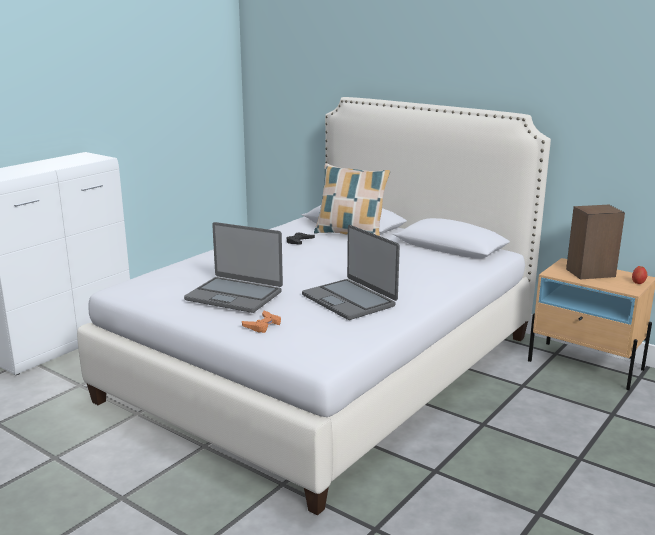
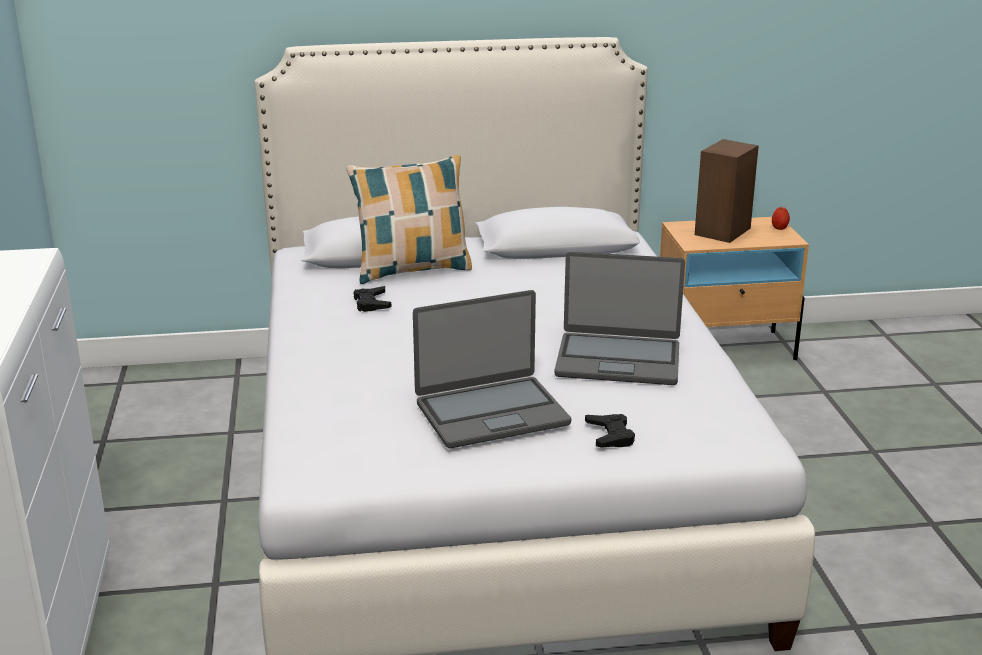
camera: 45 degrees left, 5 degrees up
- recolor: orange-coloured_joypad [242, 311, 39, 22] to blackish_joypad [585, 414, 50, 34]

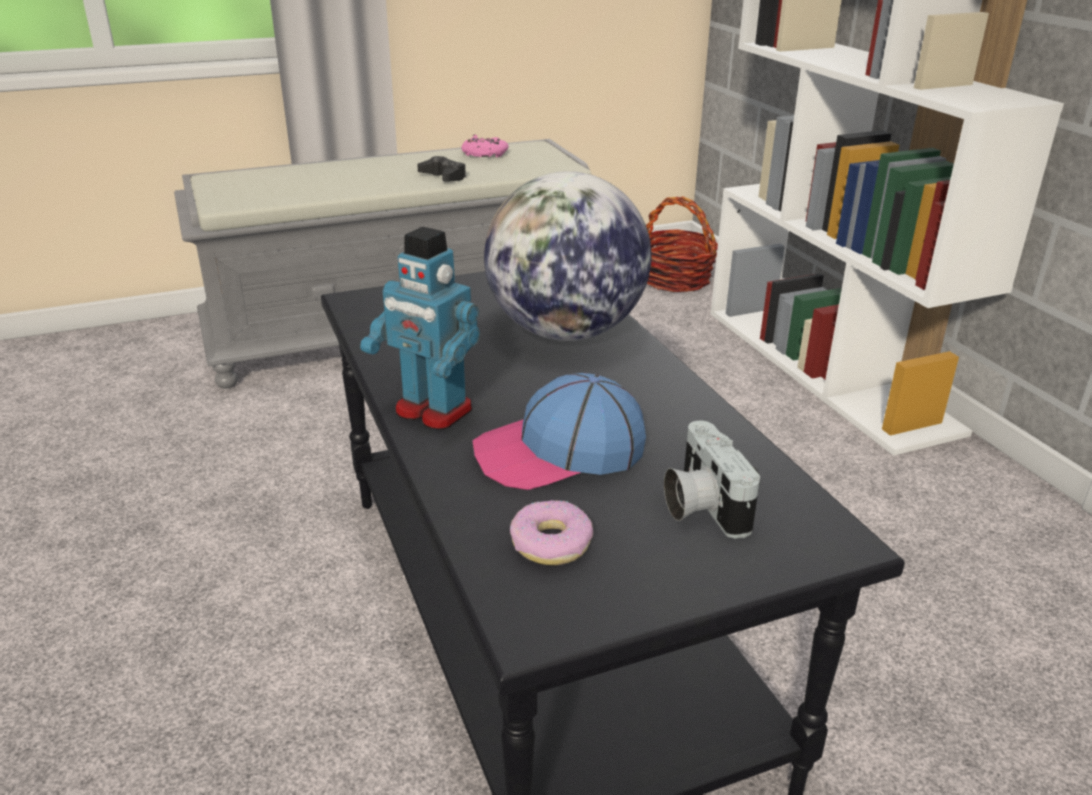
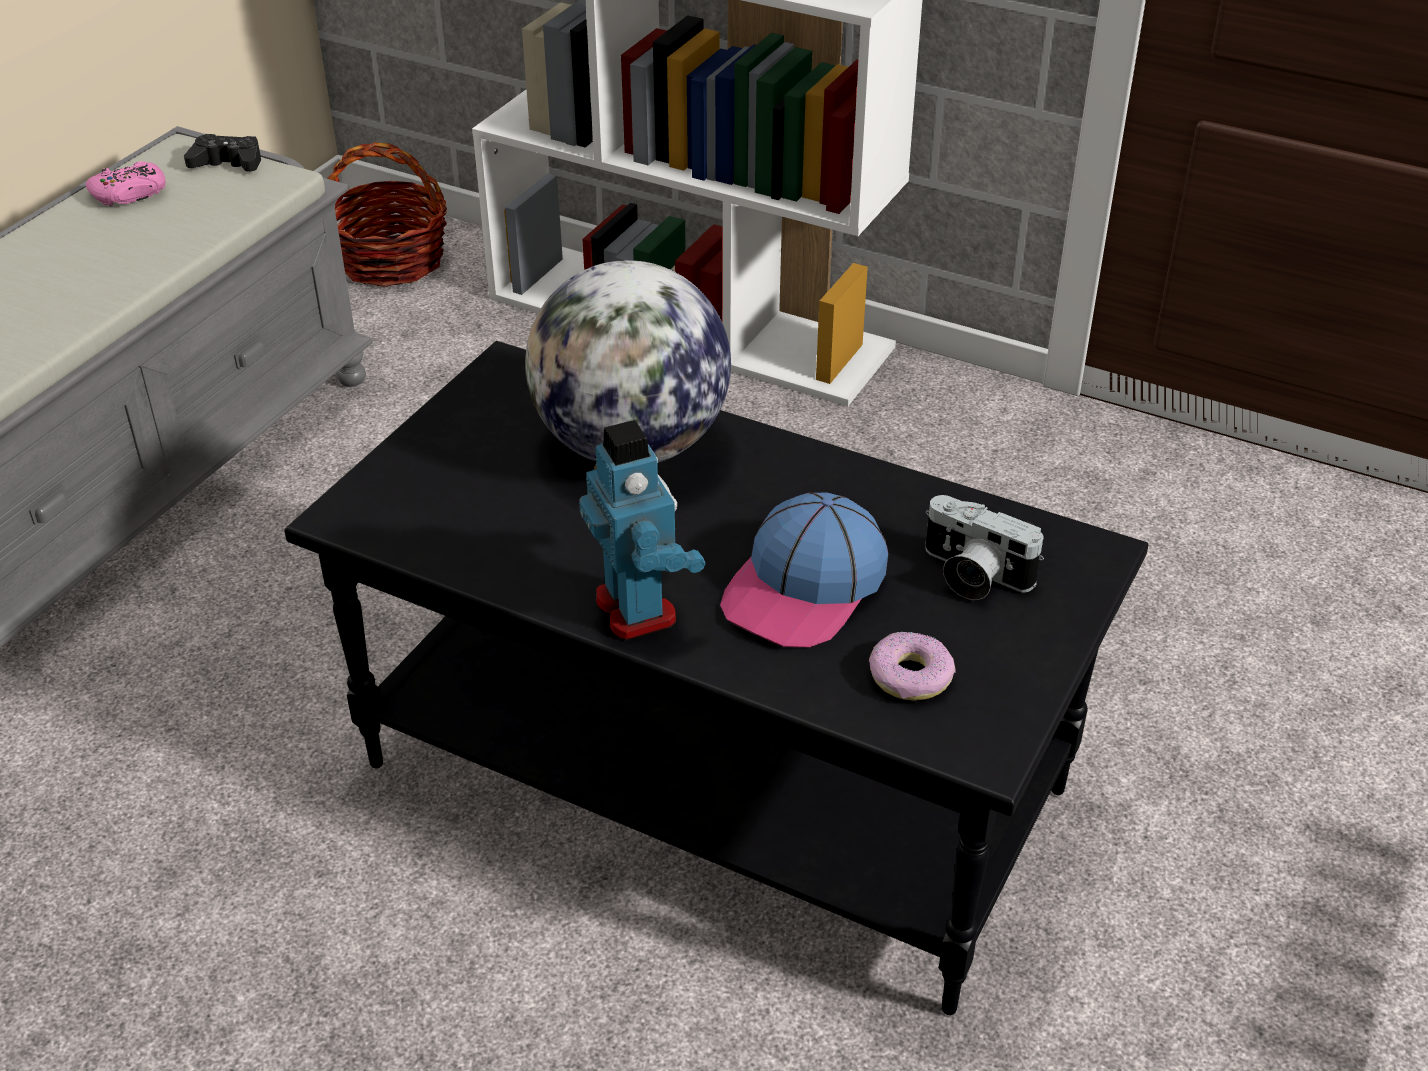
camera: 40 degrees left, 10 degrees up
- move: blackish_joypad [417, 156, 49, 26] to [184, 134, 77, 38]
- rotate: robot_figure [360, 227, 120, 203] = [579, 420, 126, 221] 105 degrees counterclockwise

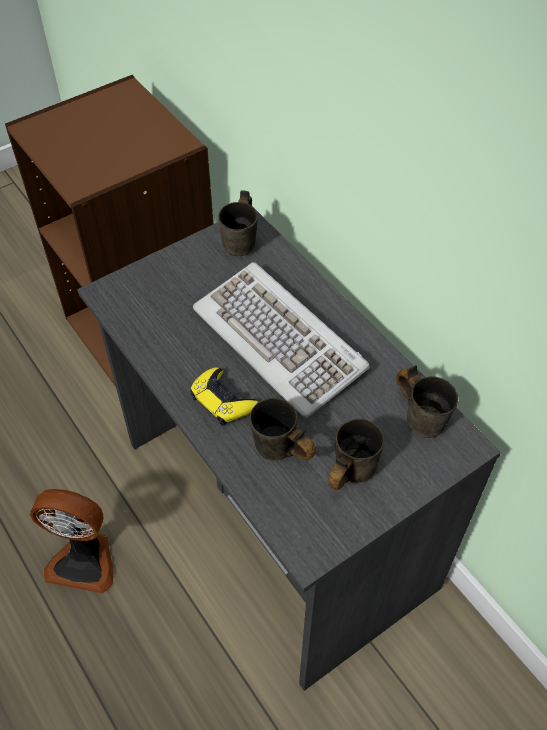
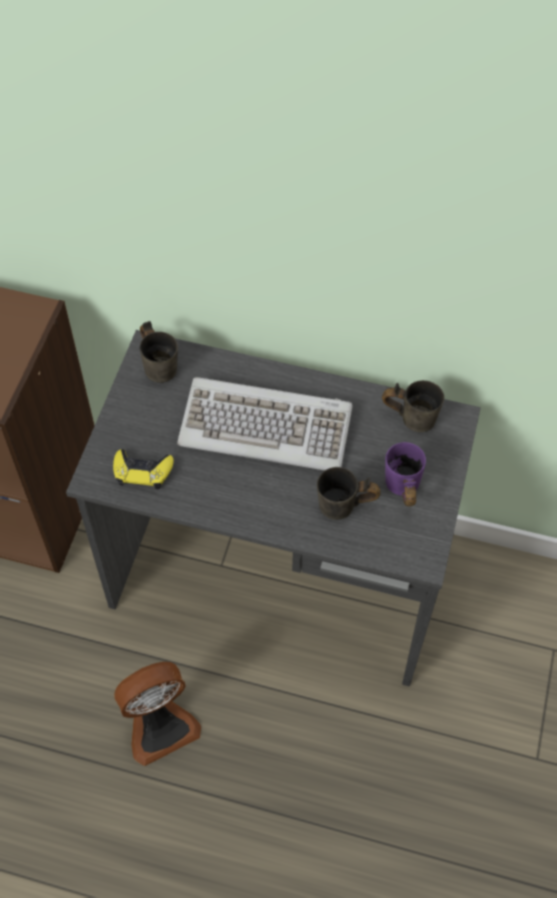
camera: 40 degrees left, 5 degrees up
- move: yellow_joypad [190, 367, 68, 59] to [113, 449, 61, 41]
- recolor: gray_coffee_mug [328, 419, 56, 71] to purplish_coffee_mug [385, 442, 41, 64]

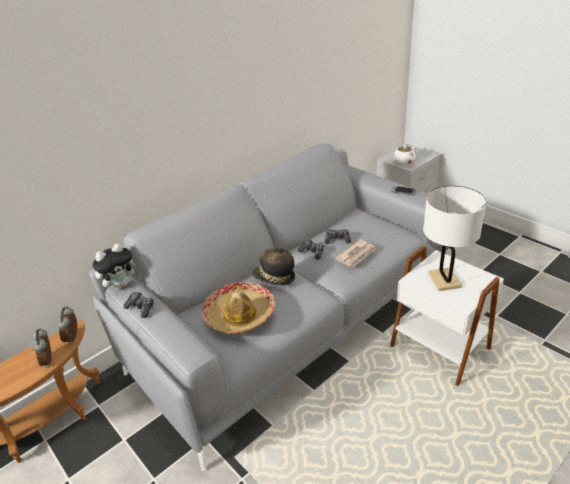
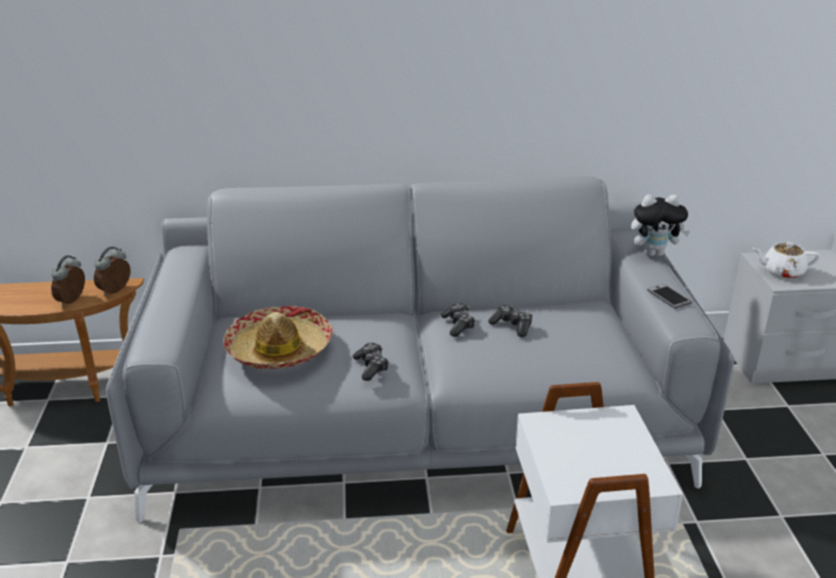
camera: 35 degrees right, 5 degrees down
- move: joypad [123, 292, 31, 26] to [353, 343, 36, 38]
- move: soft_toy [92, 244, 43, 46] to [631, 195, 59, 62]
- delete: clothing_hat [253, 247, 42, 39]
- delete: daily_paper [335, 239, 41, 28]
- delete: whitish_table_lamp [423, 186, 64, 105]

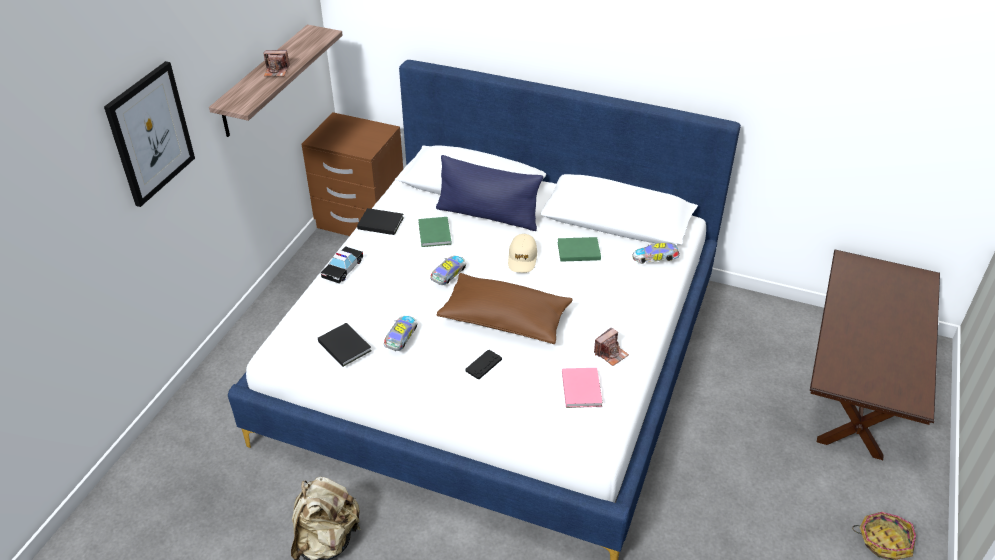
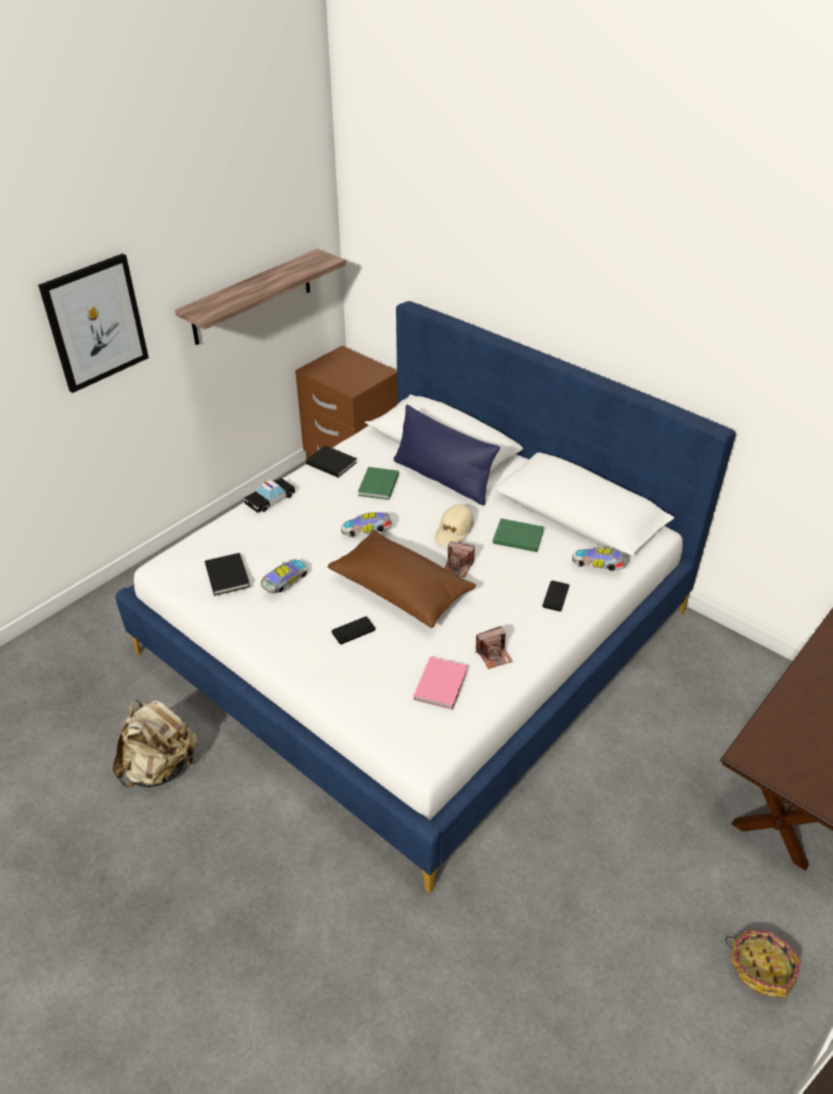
camera: 20 degrees right, 0 degrees up
- rotate: model_car [430, 255, 36, 30] = [341, 512, 51, 25] 150 degrees counterclockwise
- move: still_camera [263, 50, 27, 27] to [444, 541, 31, 37]
- insert: blackish_joypad [542, 580, 27, 31]

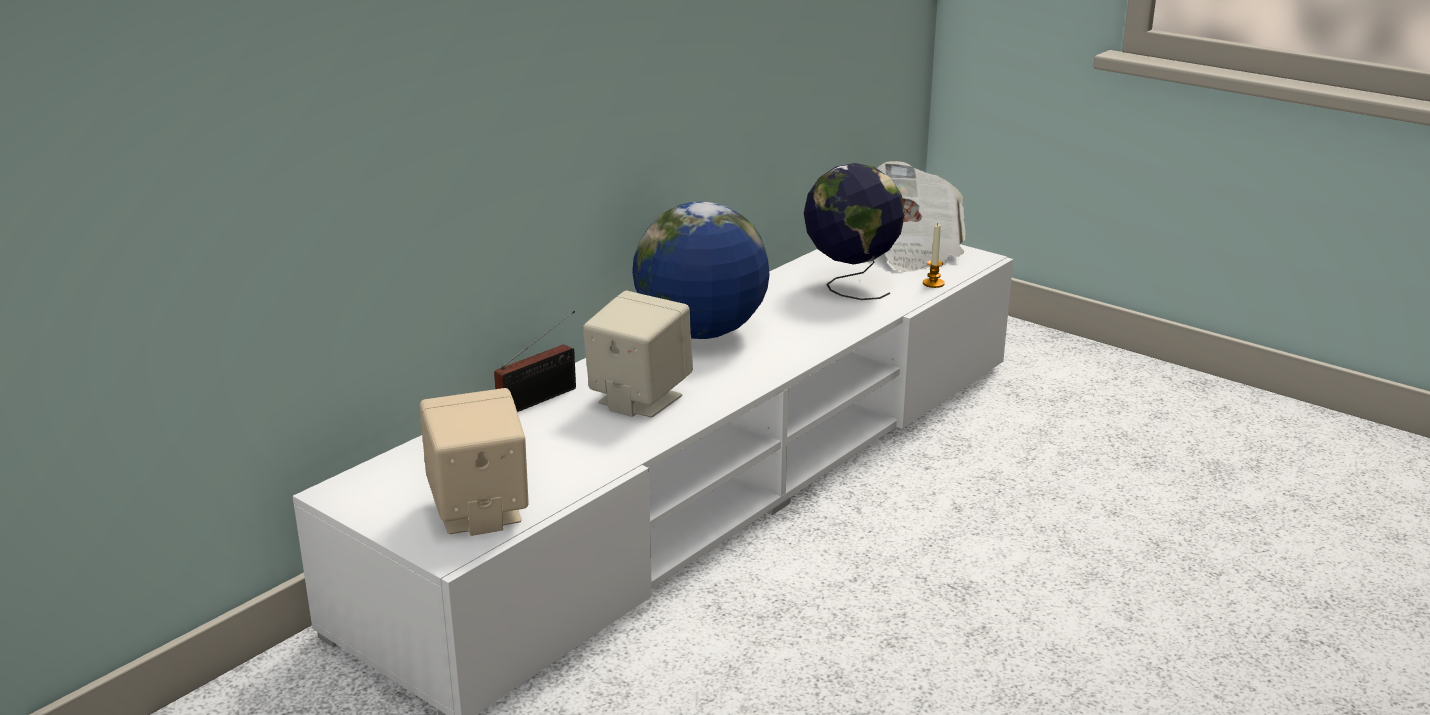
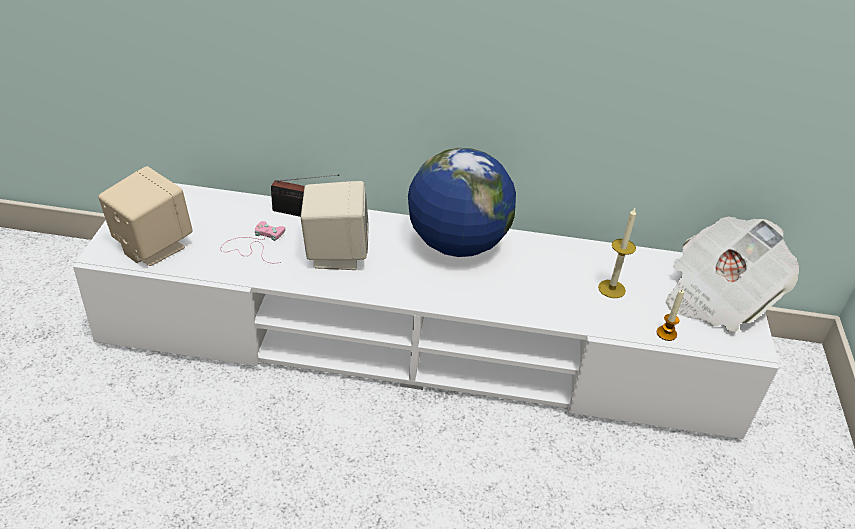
camera: 55 degrees right, 15 degrees up
- insert: pink_joypad [220, 221, 65, 42]
- replace: globe [804, 163, 101, 137] to wax_light [598, 208, 38, 90]

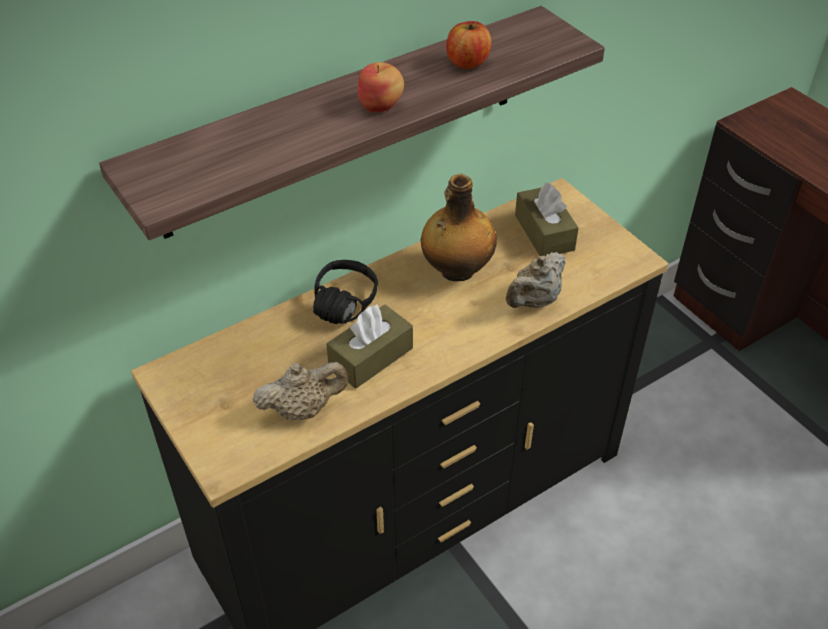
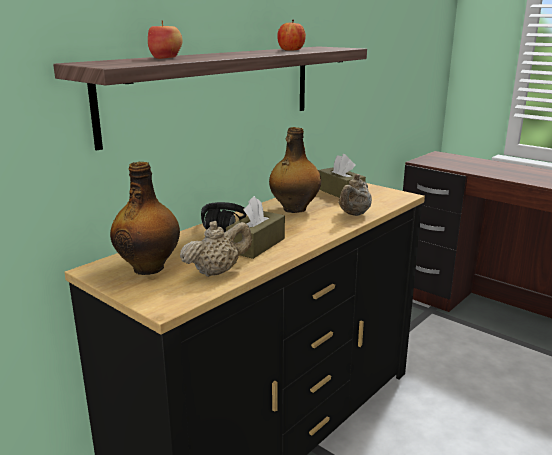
camera: 15 degrees left, 25 degrees down
- insert: drink_bottle [110, 162, 70, 113]
- move: whole_apple [357, 62, 47, 50] to [148, 20, 35, 39]

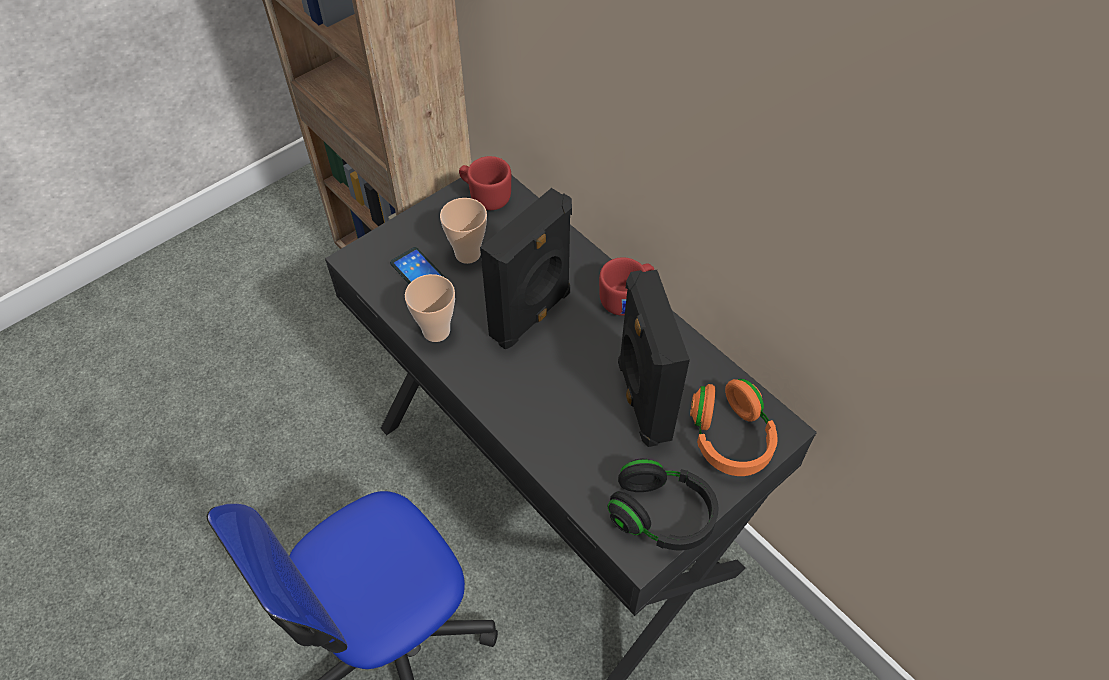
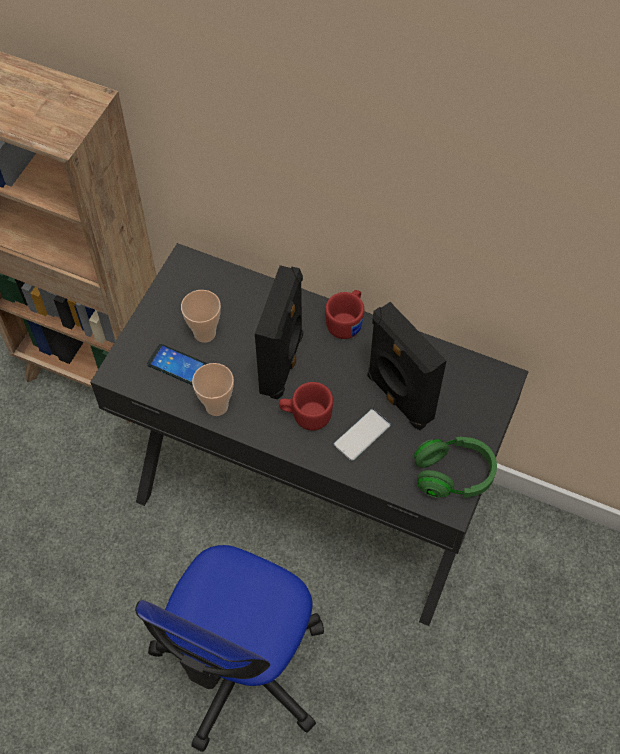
camera: 25 degrees left, 5 degrees up
- move: reddish_coffee_mug [459, 156, 52, 54] to [279, 382, 54, 49]
- insert: handset [334, 409, 57, 52]
- recolor: blackish_headphones [608, 458, 110, 93] to greenish_headphones [414, 437, 83, 61]
- delete: orange-coloured_headphones [690, 379, 88, 97]

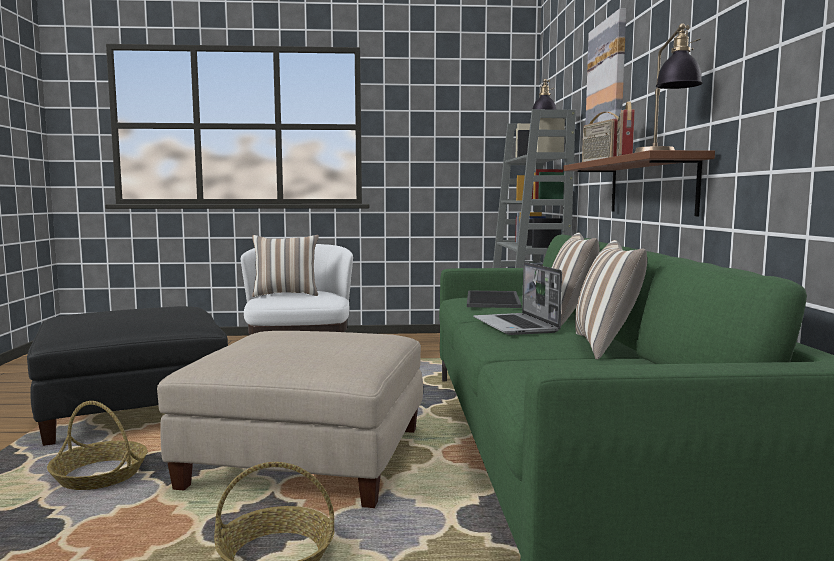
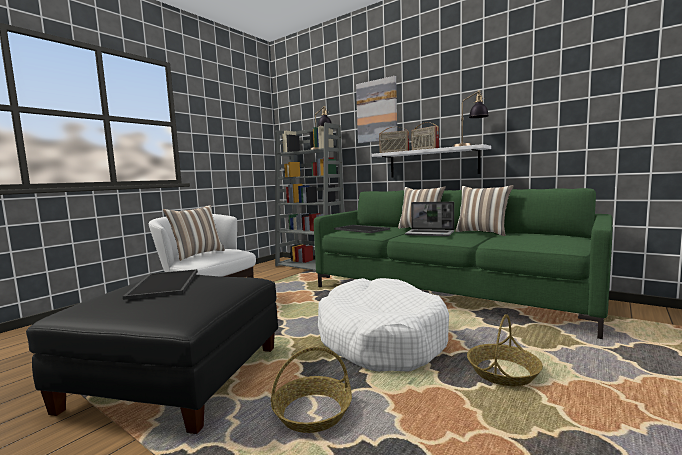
camera: 50 degrees left, 0 degrees up
- insert: carrying_tray [123, 269, 75, 31]
- replace: beige-coloured_ottoman [157, 331, 266, 177] to whitish_dog_bed [318, 278, 131, 93]
- recolor: brown-coloured_shelf [563, 150, 152, 66] to whitish_shelf [372, 144, 119, 33]

